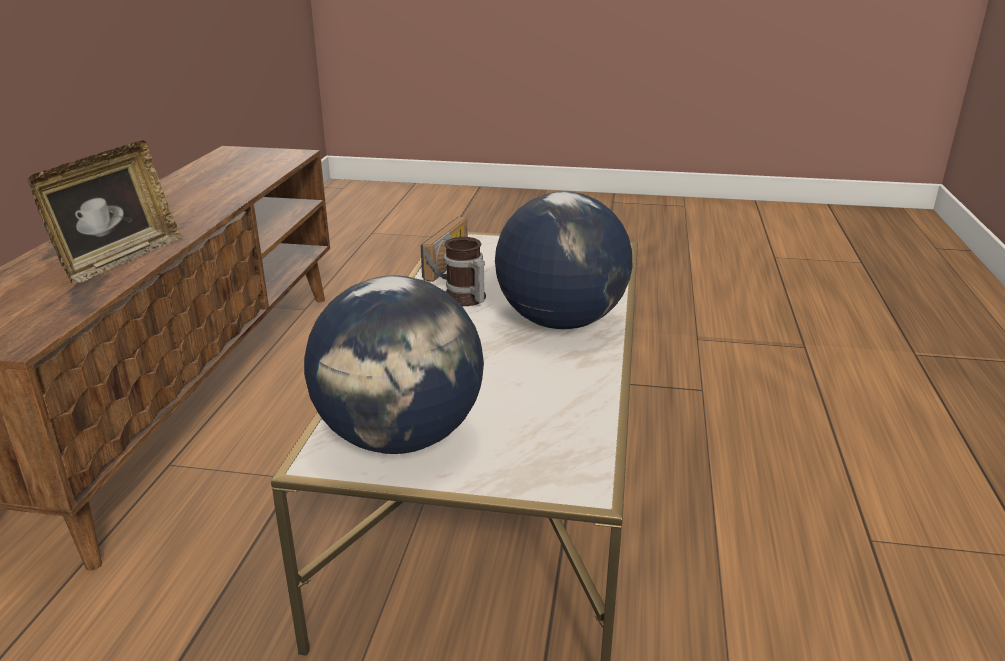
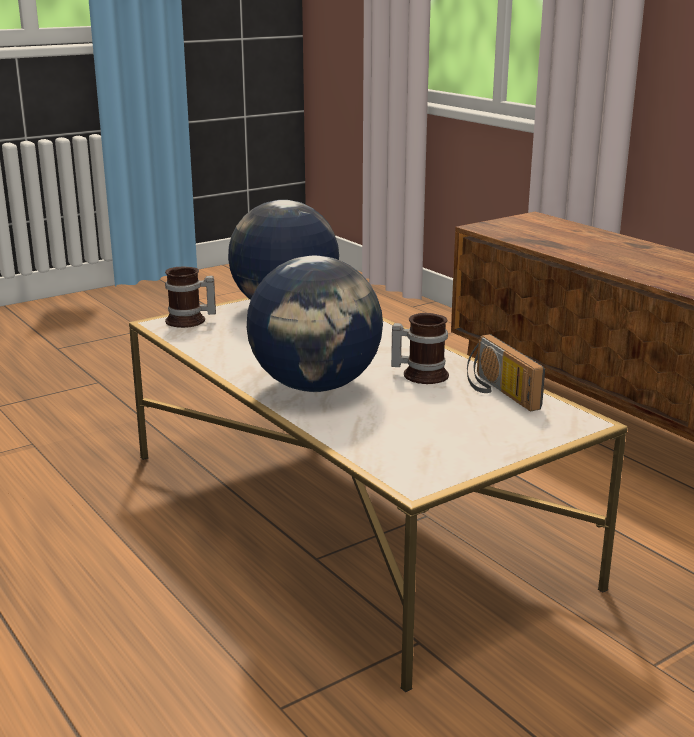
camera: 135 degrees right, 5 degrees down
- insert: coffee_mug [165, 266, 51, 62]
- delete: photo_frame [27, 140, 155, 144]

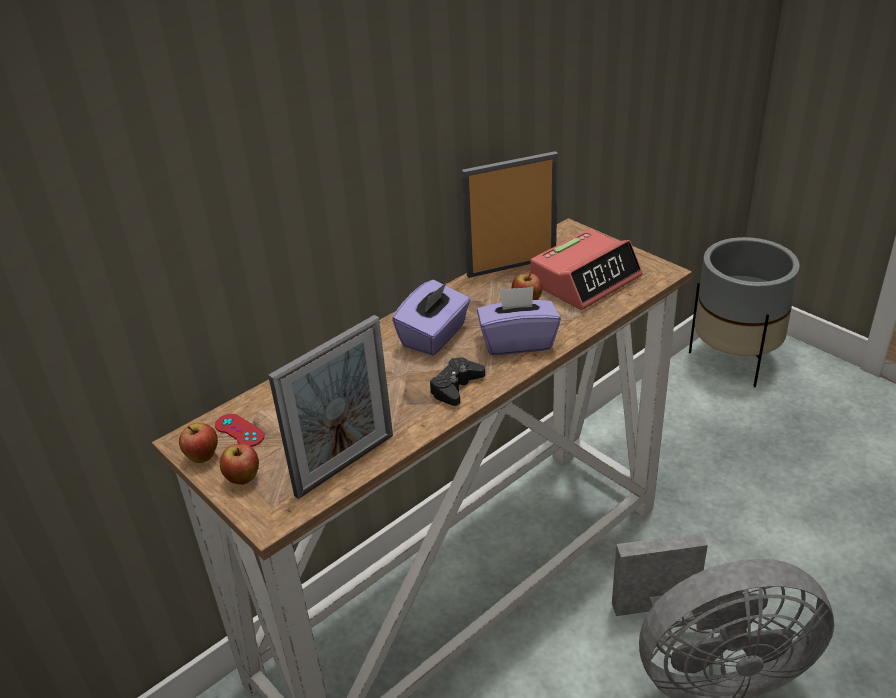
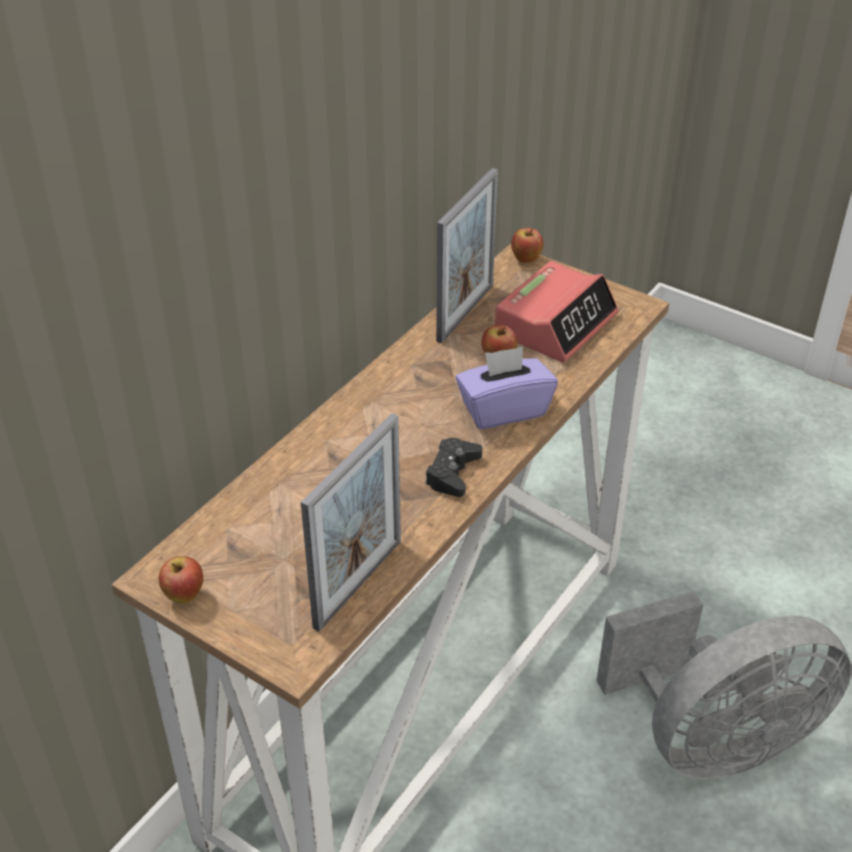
camera: 15 degrees left, 5 degrees up
- rotate: photo_frame [462, 151, 96, 127] = [436, 168, 62, 175] 150 degrees clockwise
- move: whole_apple [220, 444, 39, 41] to [511, 228, 33, 35]
- delete: reddish_joypad [215, 414, 49, 33]
- delete: purplish_tissue_holder [392, 280, 78, 75]
- delete: gray_plant_pot [689, 237, 111, 151]

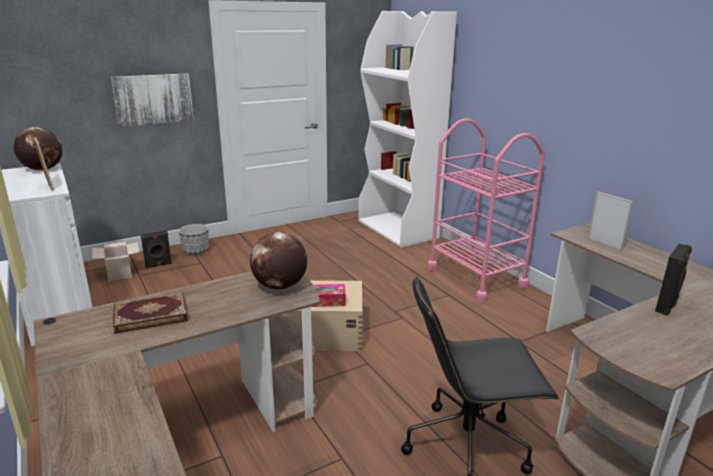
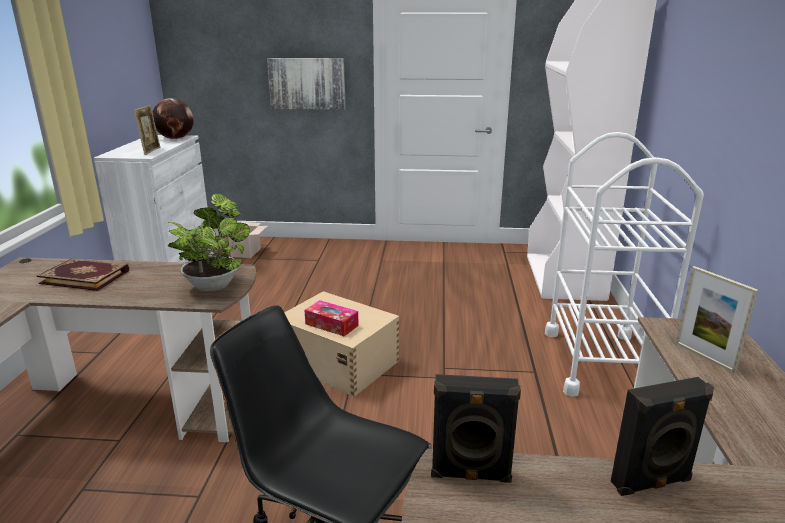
camera: 35 degrees right, 0 degrees up
- replace: globe [250, 232, 57, 58] to potted_plant [168, 193, 82, 98]
- move: blackish_audio_speaker [141, 230, 31, 39] to [431, 374, 90, 109]
- recolor: pink_cart [427, 119, 118, 184] to whitish_cart [545, 132, 159, 265]
- rotate: photo_frame [588, 192, 45, 59] = [675, 266, 83, 107] 150 degrees clockwise
- delete: plant_pot [179, 224, 30, 31]

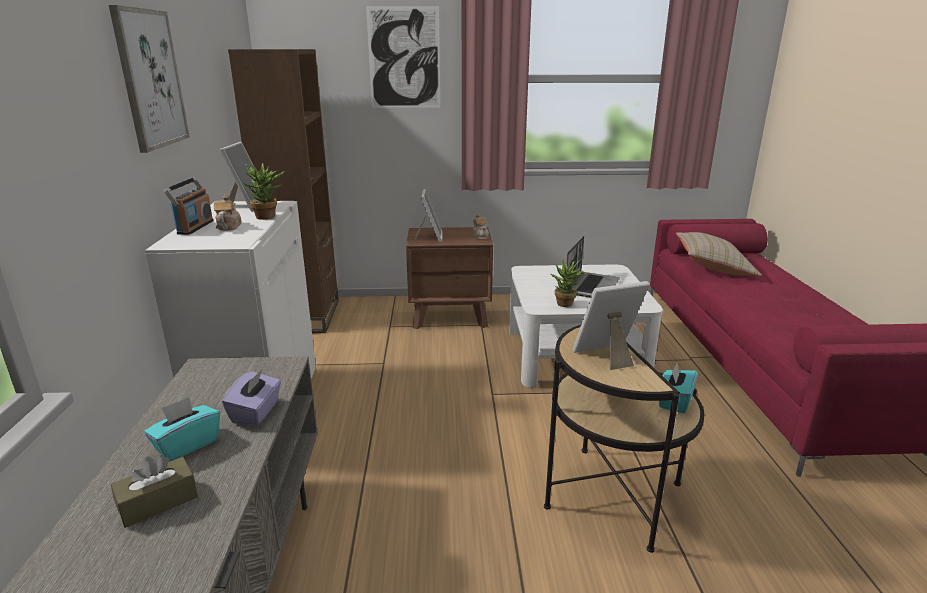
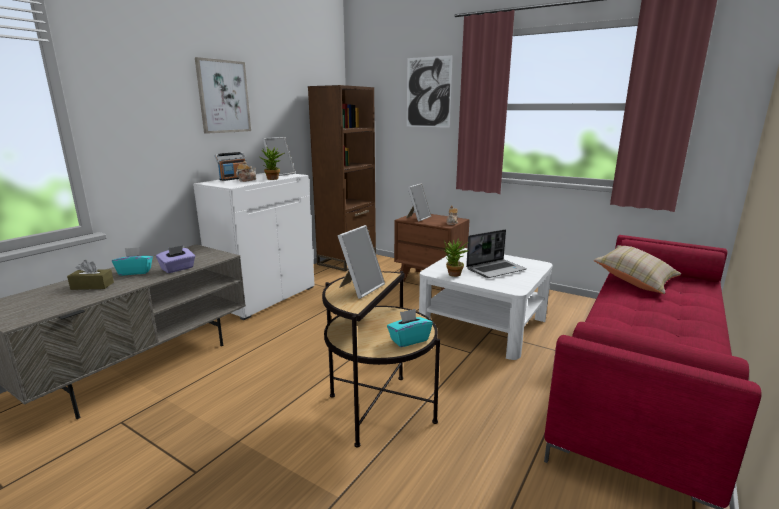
camera: 35 degrees right, 5 degrees down
- rotate: photo_frame [573, 281, 77, 89] = [338, 225, 47, 74] 105 degrees clockwise

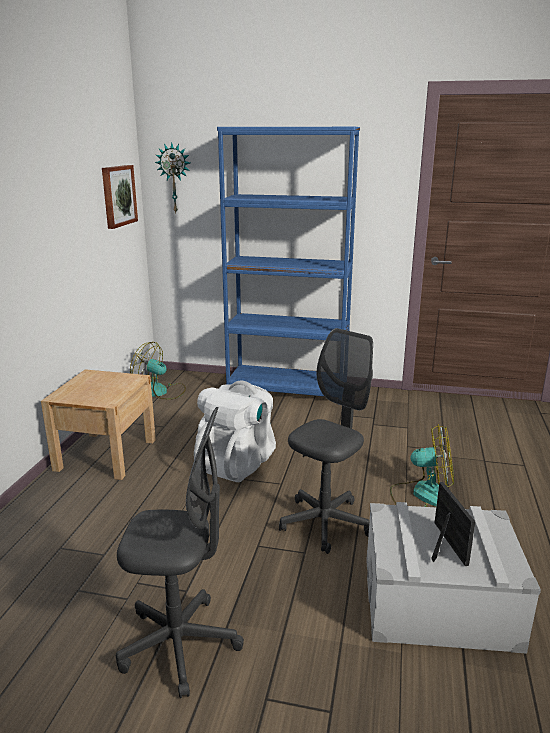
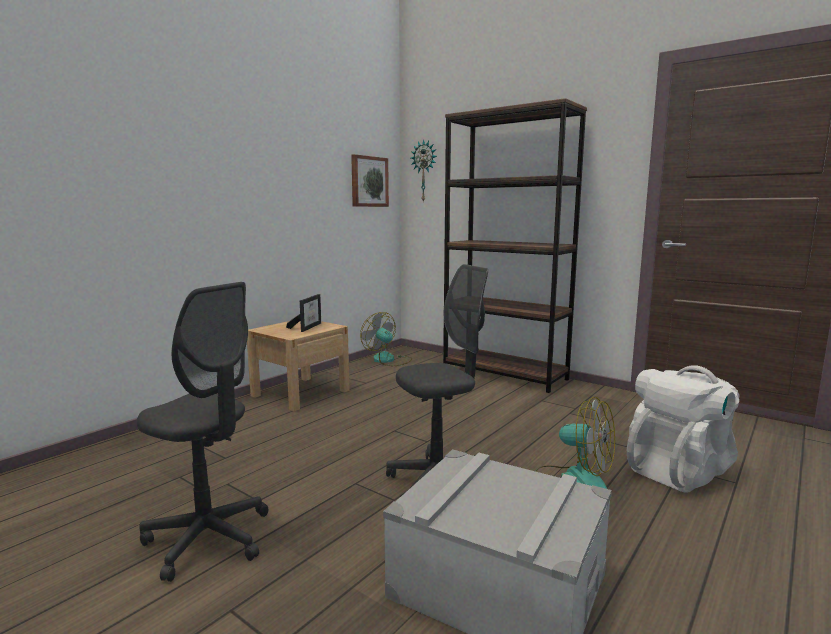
camera: 25 degrees right, 10 degrees down
- move: photo_frame [431, 482, 44, 84] to [286, 294, 35, 38]
- recolor: blue-coloured_bookshelf [217, 127, 143, 278] to brown-coloured_bookshelf [443, 98, 144, 295]
- move: whitish_backpack [194, 381, 82, 101] to [627, 365, 112, 128]

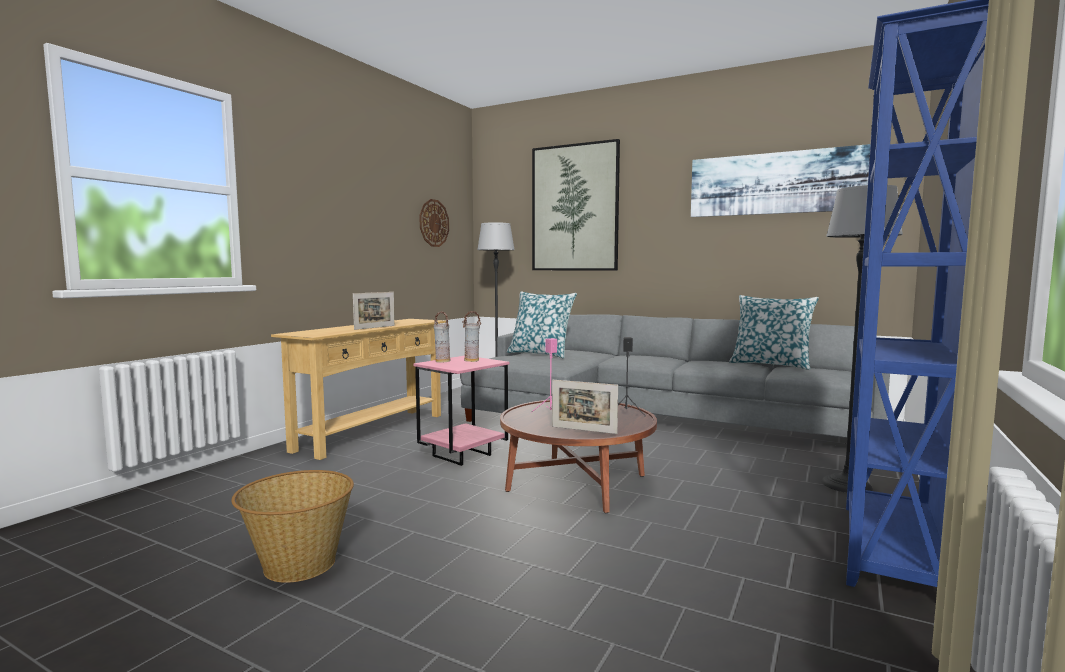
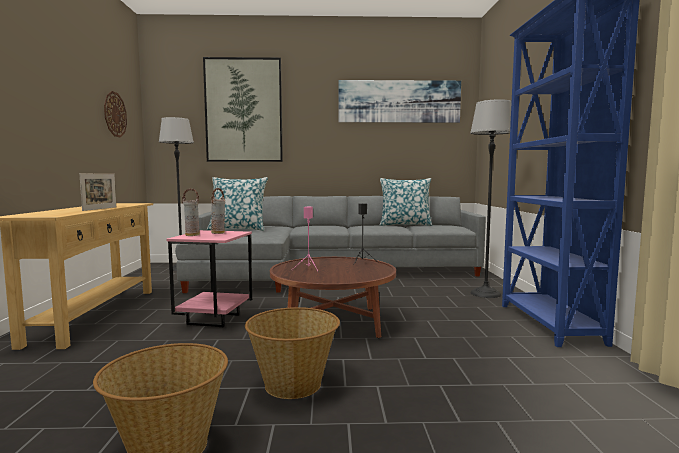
camera: 30 degrees left, 0 degrees up
- insert: household_basket [245, 307, 95, 92]
- delete: photo_frame [552, 380, 66, 54]

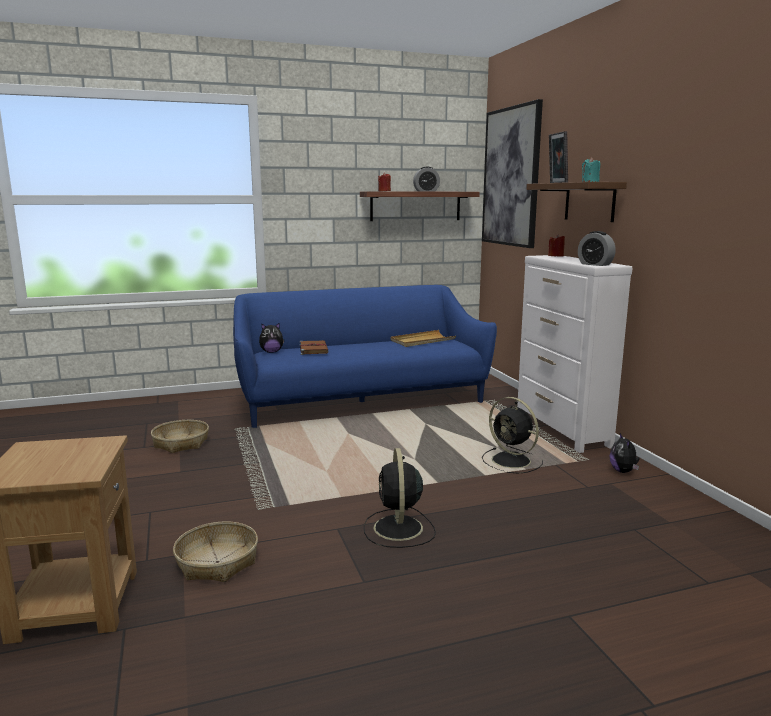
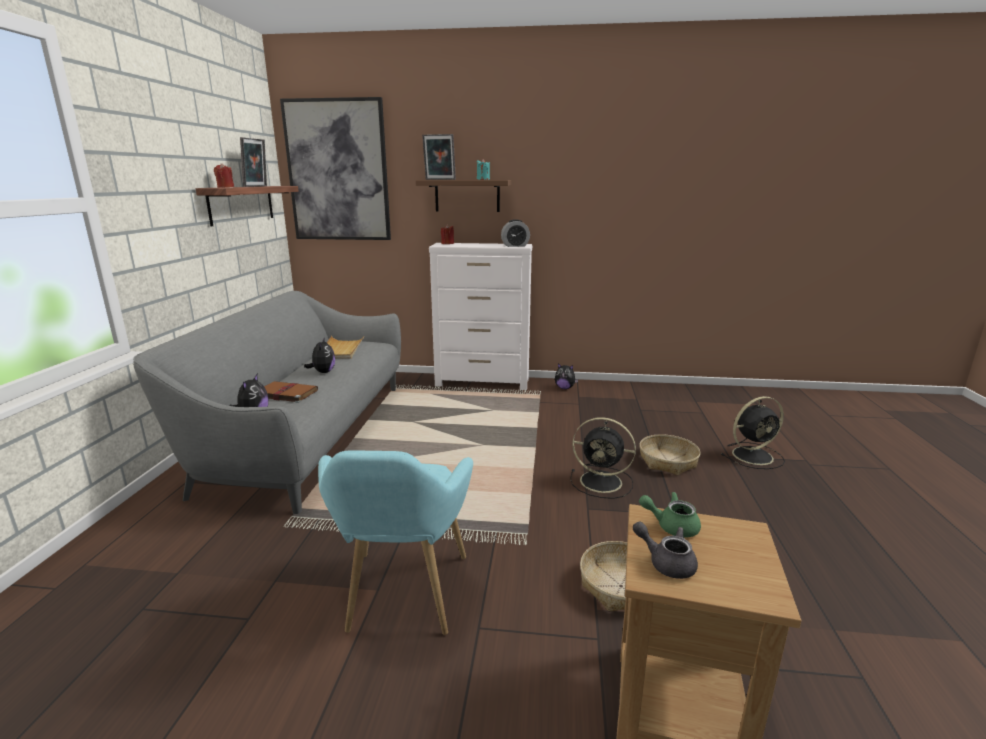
camera: 65 degrees left, 5 degrees up
- recolor: blue-coloured_couch [233, 285, 264, 143] to gray_couch [133, 291, 268, 223]
- replace: alarm_clock [413, 167, 27, 24] to photo_frame [240, 137, 27, 50]
- insert: soft_toy [304, 337, 31, 36]
- insert: blue-green_easy_chair [318, 450, 155, 185]
- insert: gray_pot_for_tea [633, 521, 65, 58]
- move: household_basket [151, 420, 58, 33] to [639, 434, 62, 41]
- insert: greenish_pot_for_tea [639, 492, 62, 46]
- move: blackish_electric_fan [482, 397, 61, 77] to [721, 396, 64, 73]

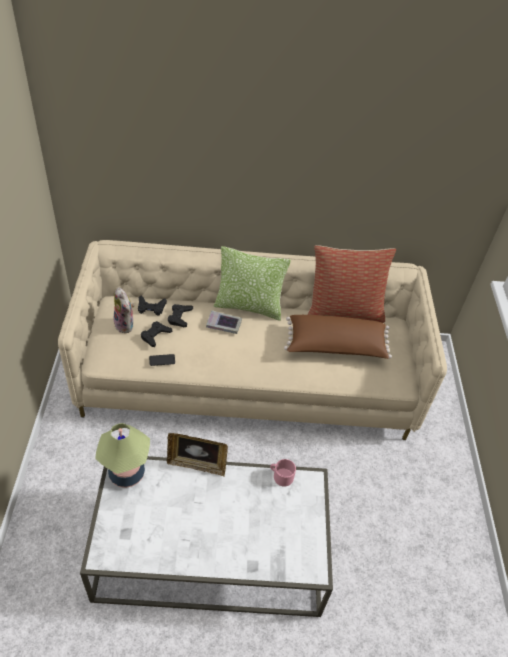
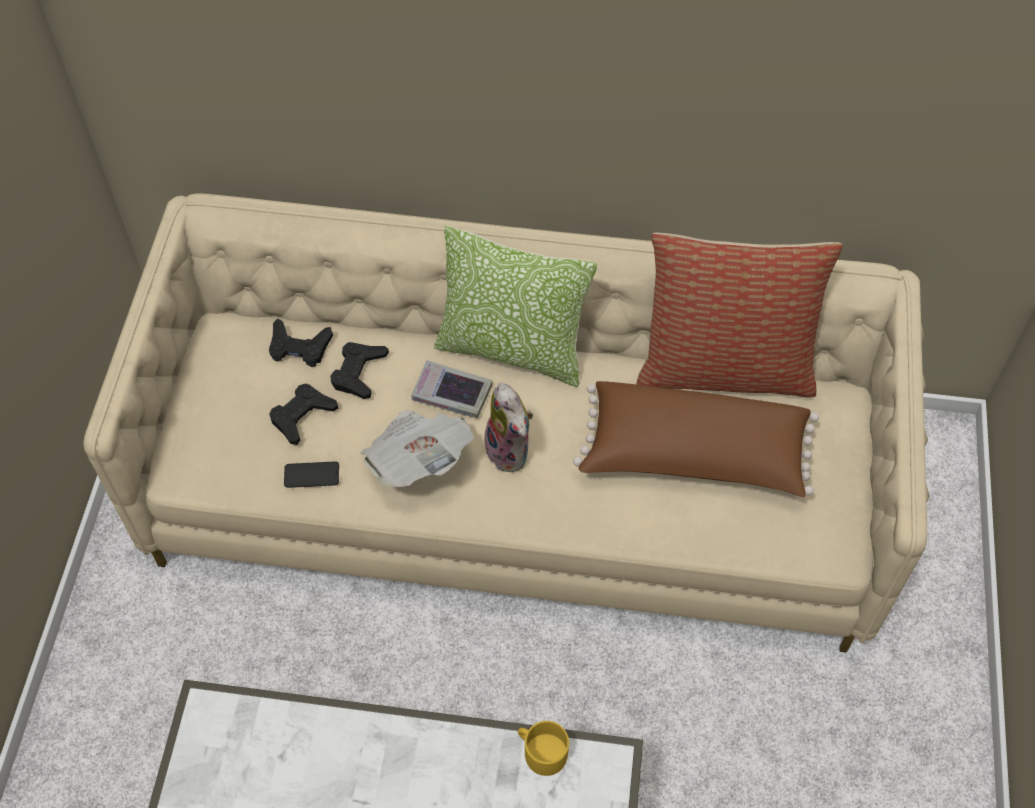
camera: 10 degrees right, 10 degrees up
- insert: daily_paper [361, 410, 113, 77]
- move: soft_toy [113, 288, 22, 45] to [482, 382, 51, 90]
- recolor: pink_coffee_mug [270, 459, 26, 28] to yellow_coffee_mug [518, 721, 51, 55]
- delete: table_lamp [95, 423, 55, 65]
- delete: photo_frame [167, 433, 61, 44]

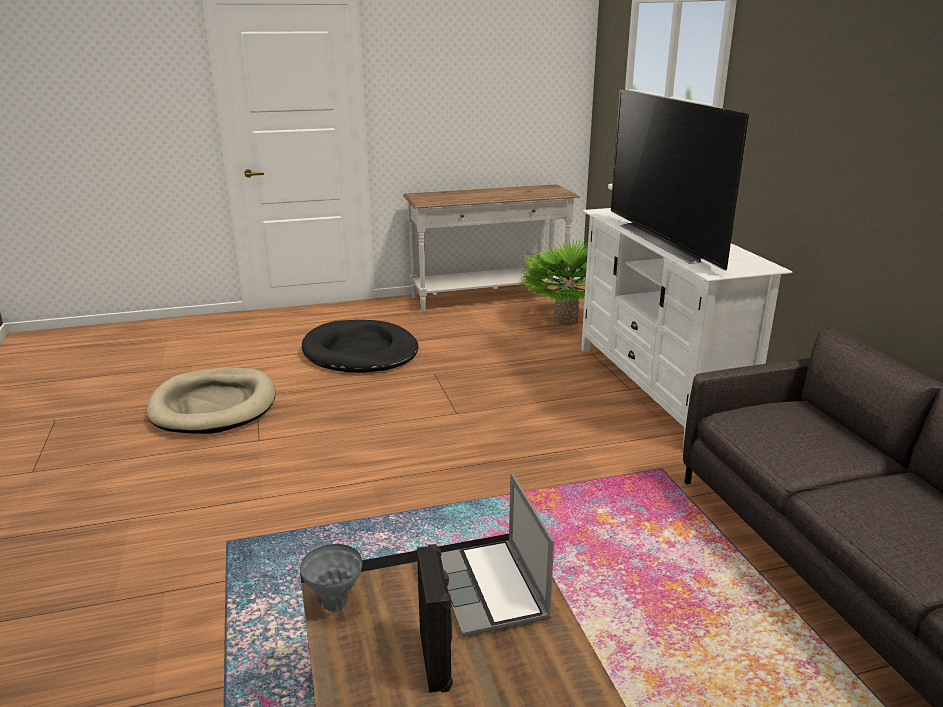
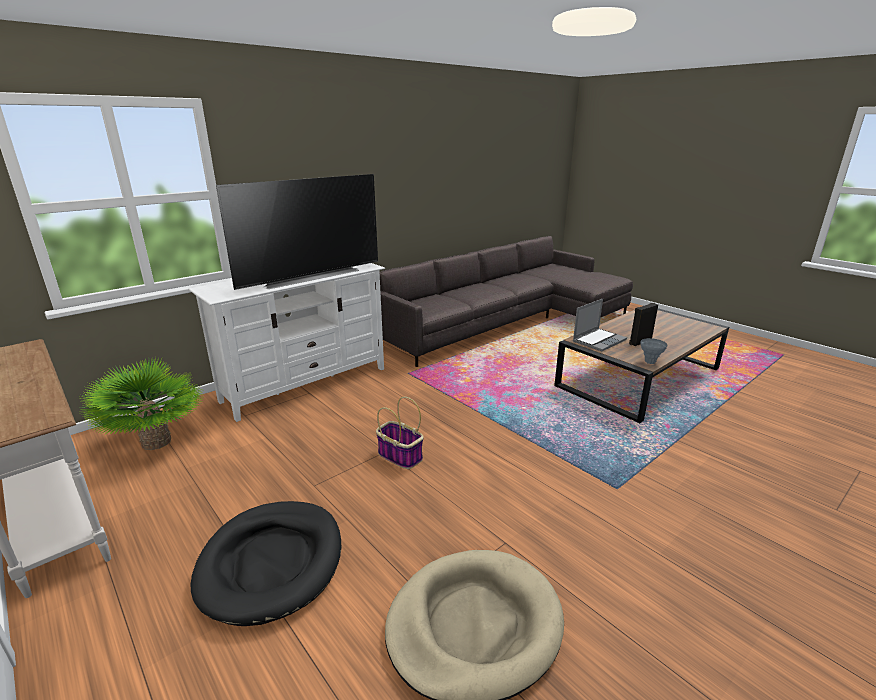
camera: 115 degrees left, 0 degrees up
- insert: household_basket [376, 397, 48, 72]

